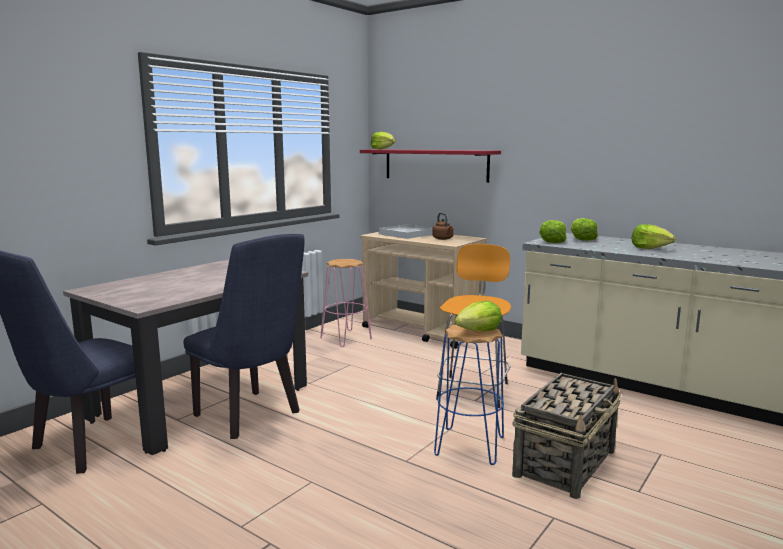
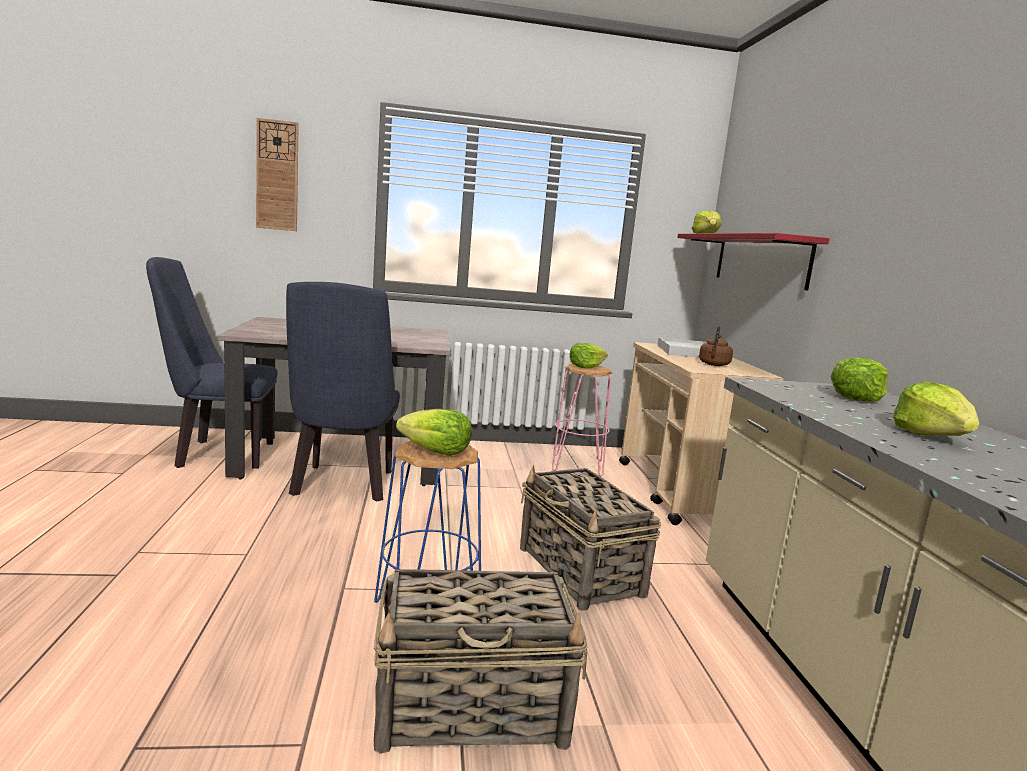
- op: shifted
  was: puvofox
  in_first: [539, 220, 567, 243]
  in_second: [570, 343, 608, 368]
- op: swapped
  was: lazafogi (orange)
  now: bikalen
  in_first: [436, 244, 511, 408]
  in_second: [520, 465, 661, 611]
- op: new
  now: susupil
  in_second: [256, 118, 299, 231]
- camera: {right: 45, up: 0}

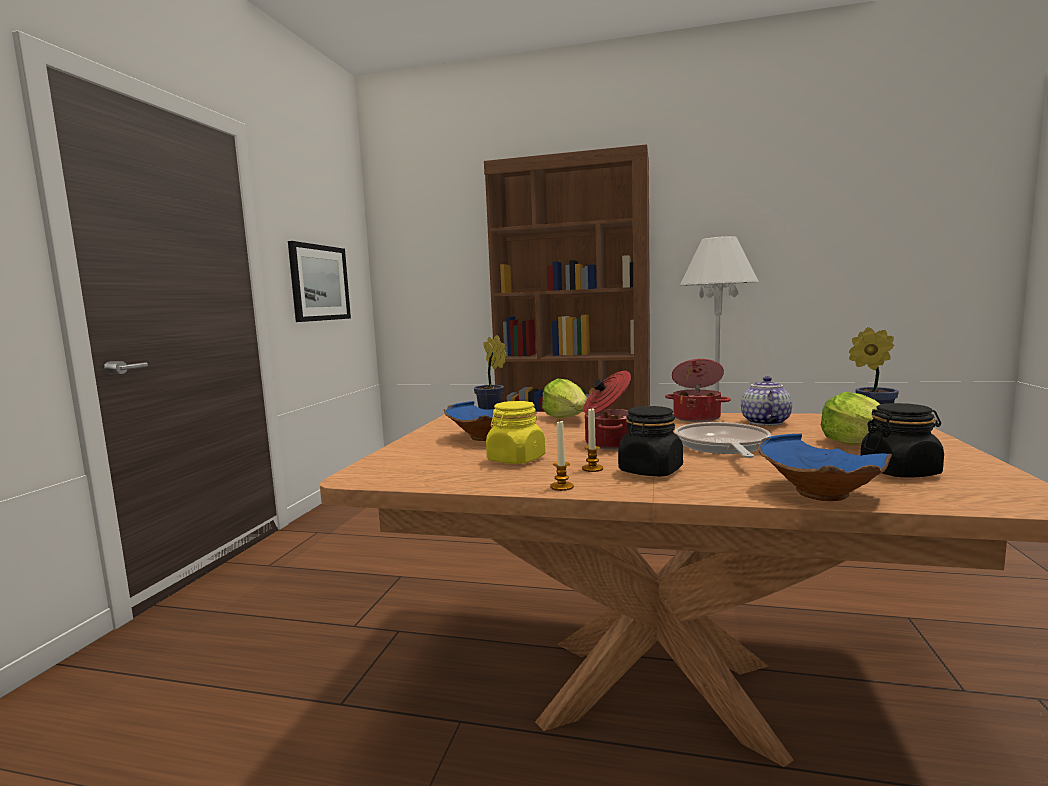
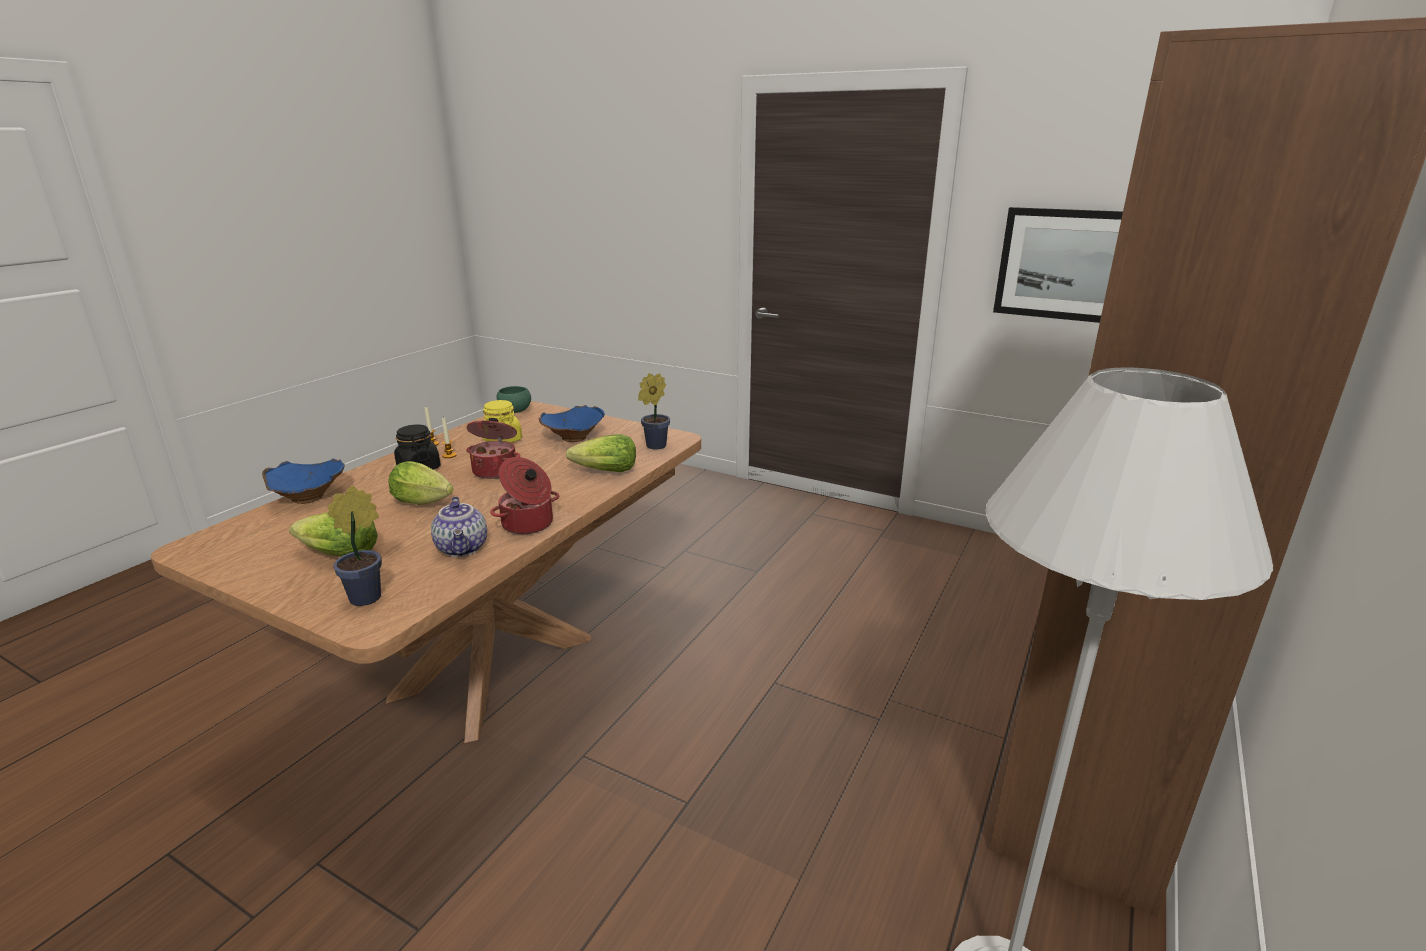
- op: rotated
  was: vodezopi
  in_first: [741, 376, 792, 426]
  in_second: [431, 497, 487, 557]
  clockwise: 45
- op: gone
  was: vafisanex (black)
  in_first: [860, 403, 944, 478]
- op: swapped
  was: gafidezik
  now: puvofox
  in_first: [675, 422, 771, 458]
  in_second: [388, 461, 453, 505]
- op: new
  now: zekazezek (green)
  in_second: [497, 386, 531, 413]
- camera: {right: 105, up: 15}

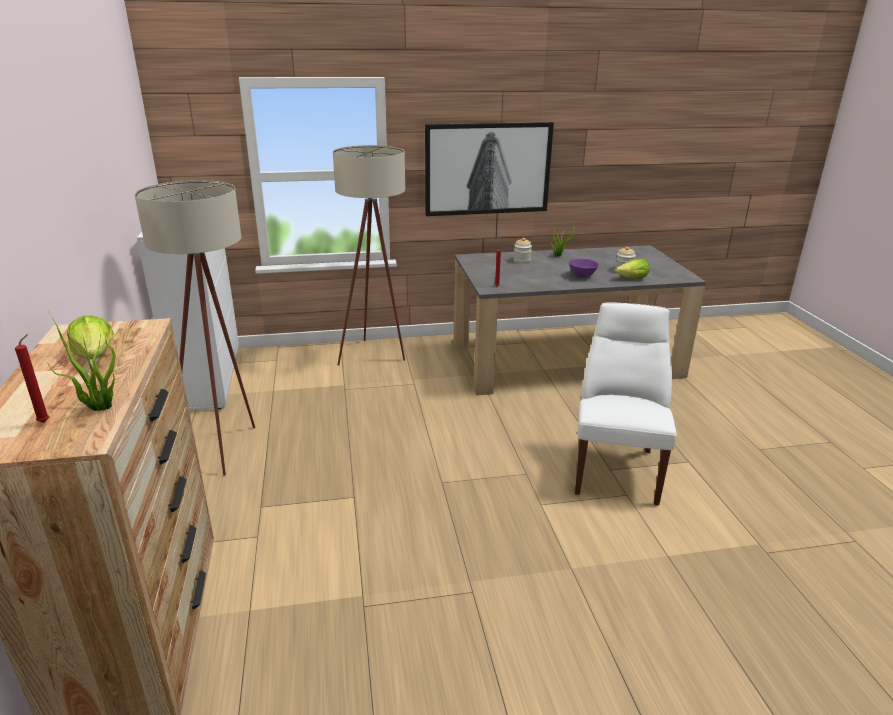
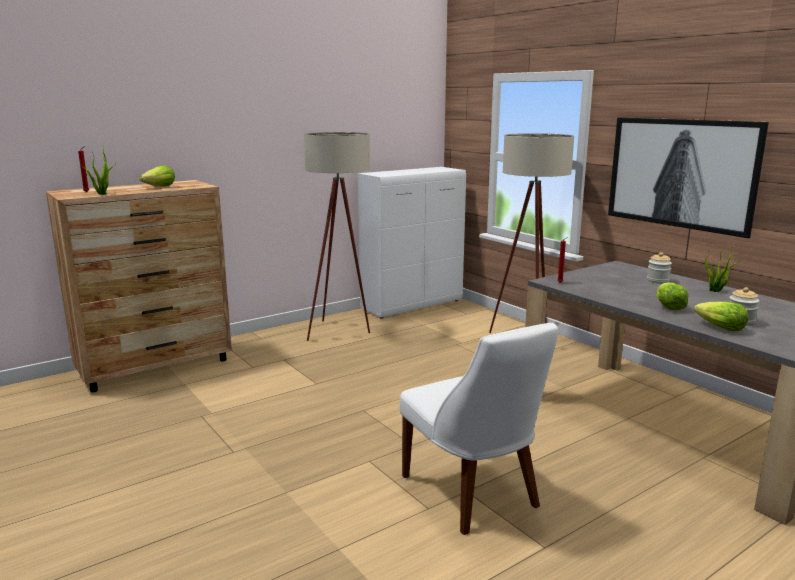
- op: swapped
  was: zekazezek (purple)
  now: puvofox
  in_first: [569, 259, 599, 278]
  in_second: [657, 283, 688, 311]
- op: rotated
  was: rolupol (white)
  in_first: [575, 302, 677, 506]
  in_second: [400, 323, 558, 535]
  clockwise: 75
- camera: {right: 65, up: -10}

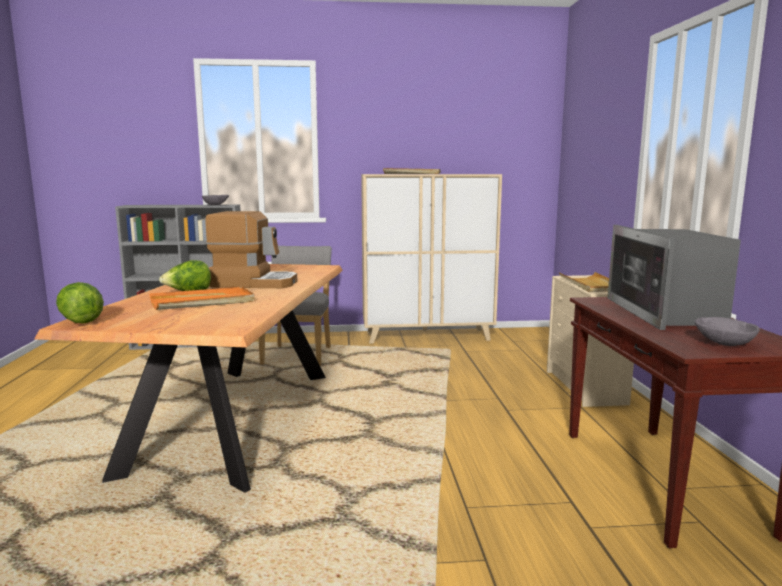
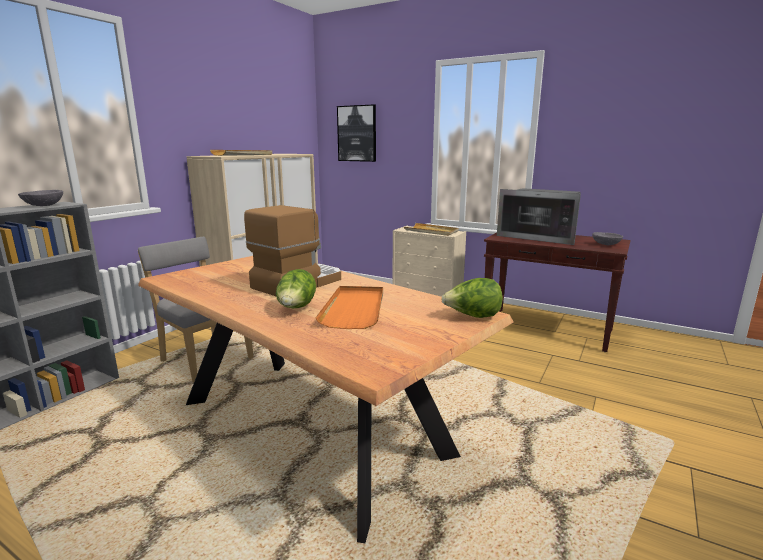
- op: shifted
  was: puvofox
  in_first: [56, 282, 104, 324]
  in_second: [441, 278, 503, 318]
- op: new
  now: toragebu
  in_second: [337, 104, 376, 162]
- camera: {right: -55, up: 5}

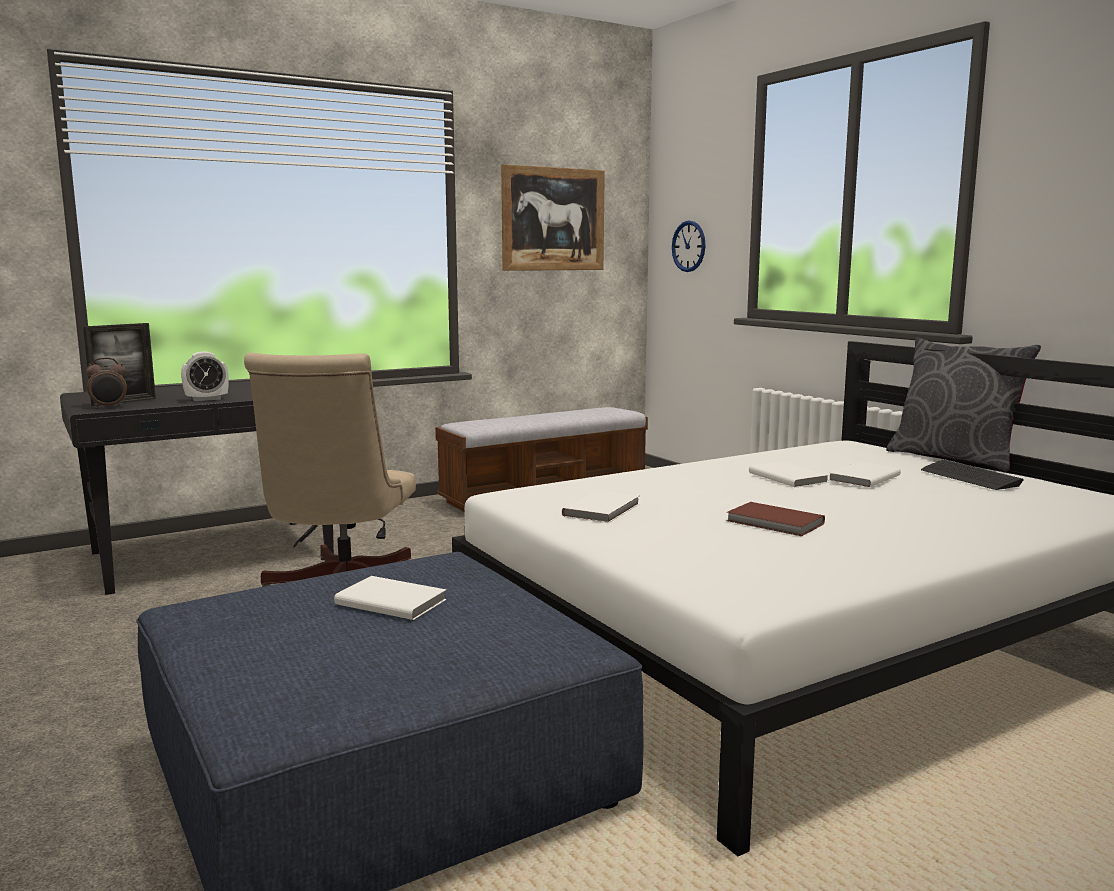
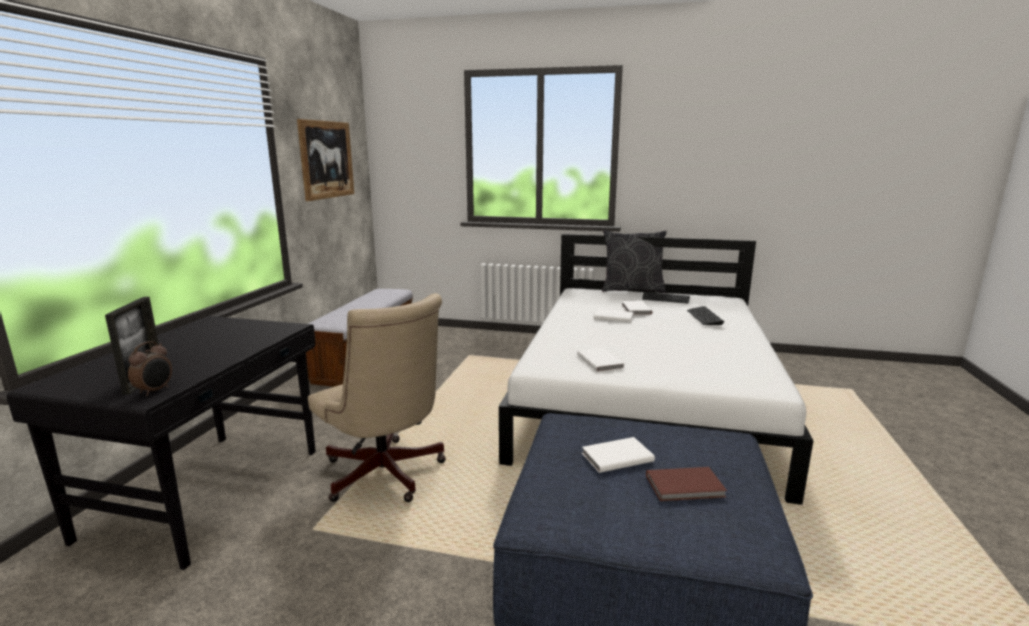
- op: gone
  was: susupil
  in_first: [672, 221, 706, 272]
- op: gone
  was: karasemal
  in_first: [181, 352, 229, 401]
- op: shifted
  was: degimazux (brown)
  in_first: [727, 502, 825, 536]
  in_second: [646, 467, 727, 501]
- op: new
  now: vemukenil
  in_second: [687, 306, 725, 325]
- camera: {right: -45, up: 5}

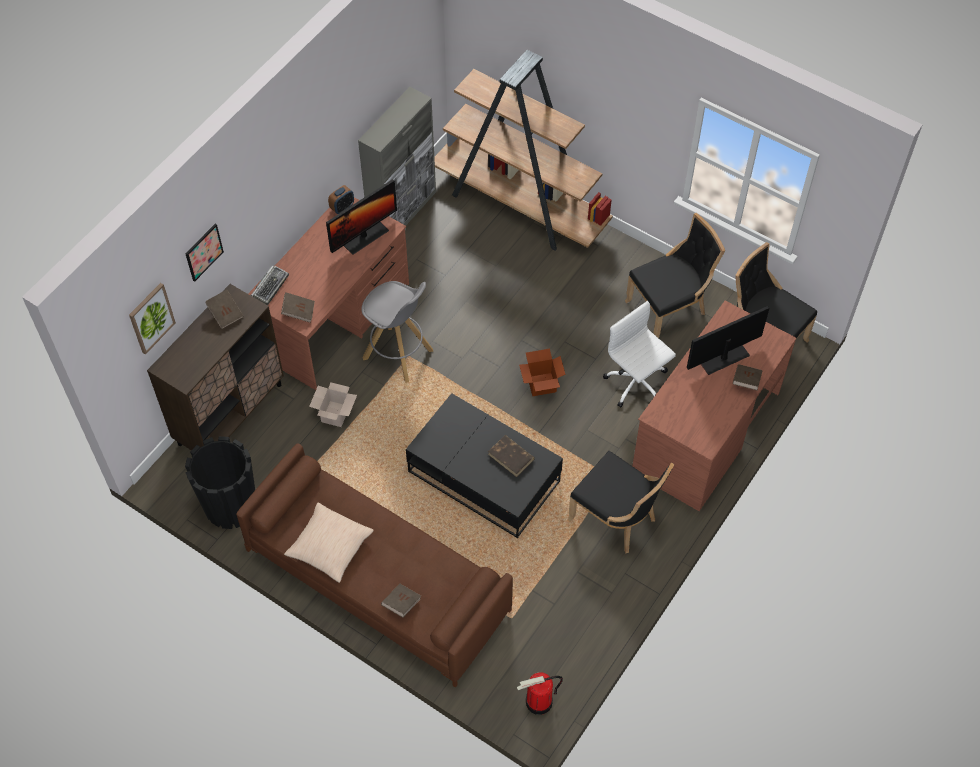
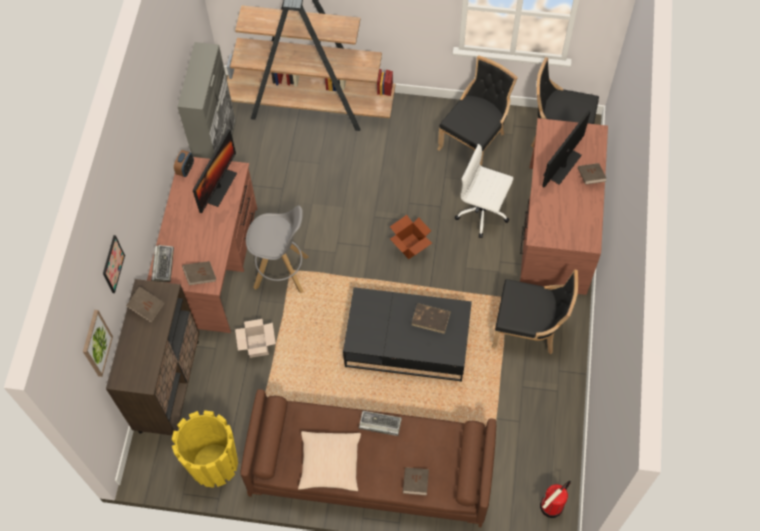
- op: repainted
  was: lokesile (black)
  now: lokesile (yellow)
  in_first: [185, 436, 255, 529]
  in_second: [172, 410, 238, 488]
- op: new
  now: vemukenil
  in_second: [359, 411, 402, 436]
- camera: {right: -25, up: 5}

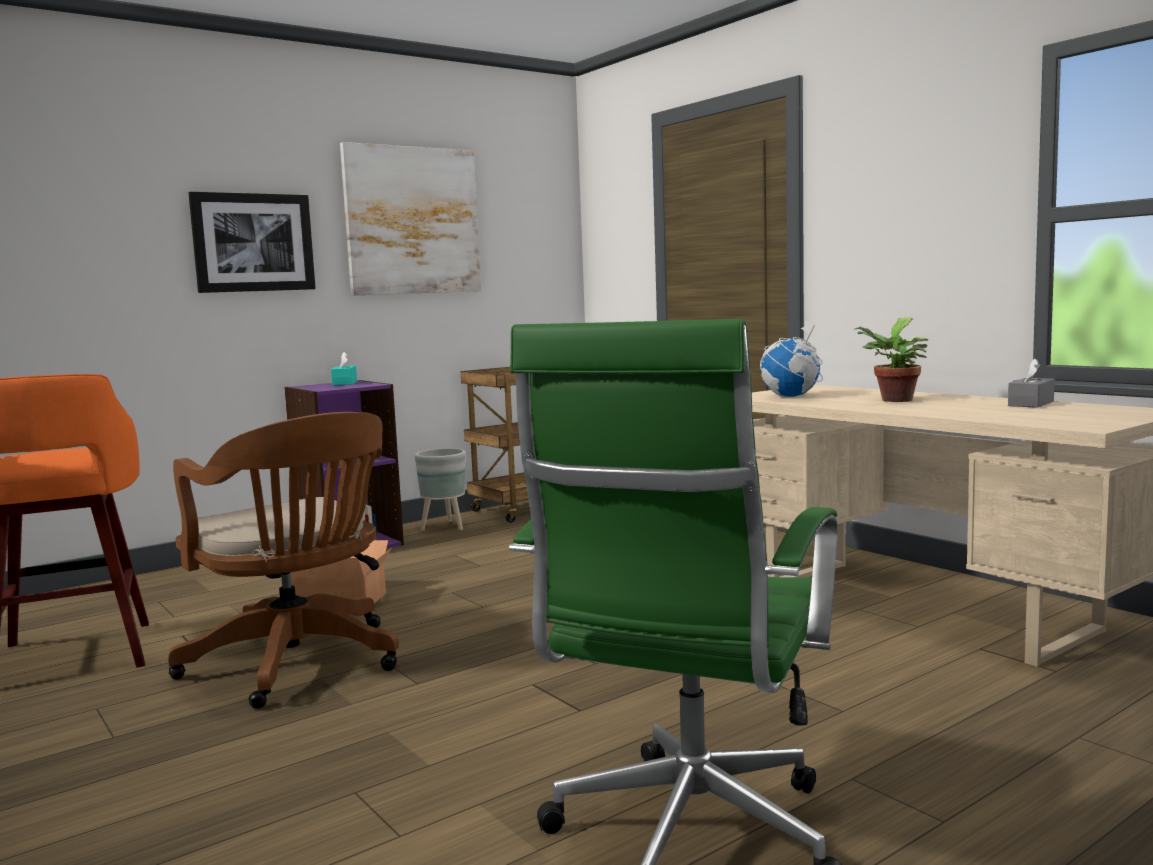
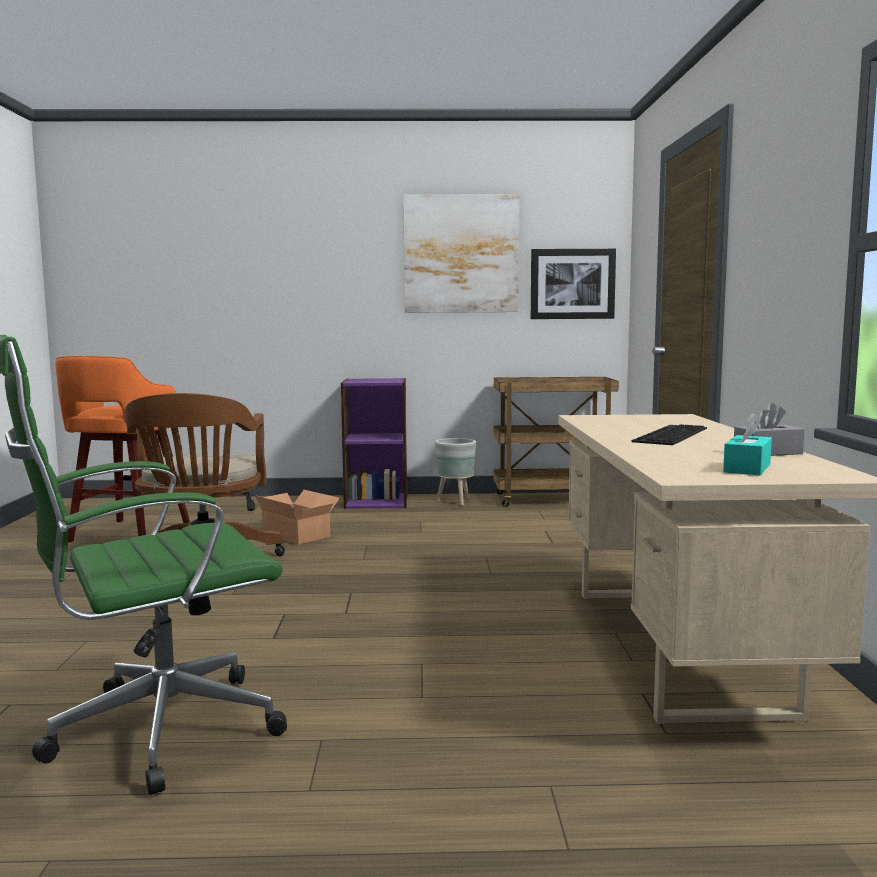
- op: shifted
  was: toragebu
  in_first: [188, 192, 316, 293]
  in_second: [531, 249, 616, 319]
- op: swapped
  was: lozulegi
  now: vemukenil
  in_first: [855, 318, 928, 402]
  in_second: [631, 424, 707, 445]
- op: gone
  was: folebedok
  in_first: [760, 320, 823, 397]
- op: shifted
  was: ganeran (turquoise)
  in_first: [331, 352, 357, 386]
  in_second: [723, 413, 772, 475]
- camera: {right: 35, up: 0}

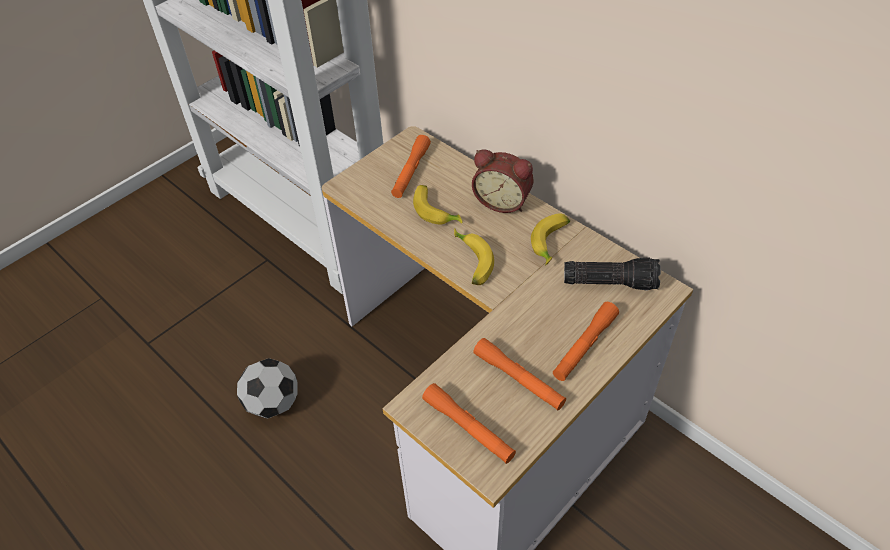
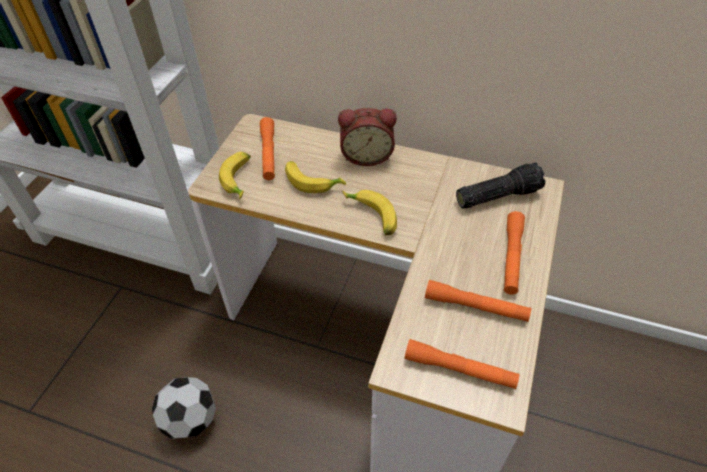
- op: shifted
  was: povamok
  in_first: [531, 213, 570, 266]
  in_second: [219, 152, 251, 200]
- camera: {right: -25, up: 0}

